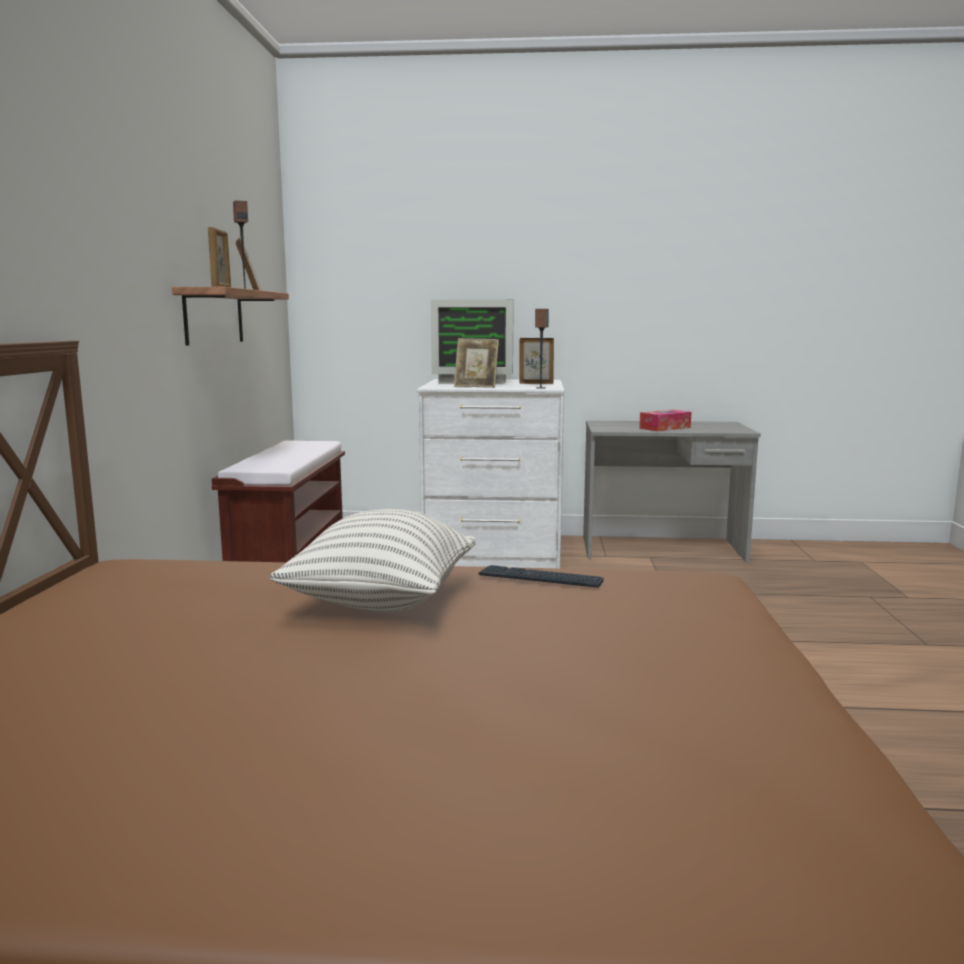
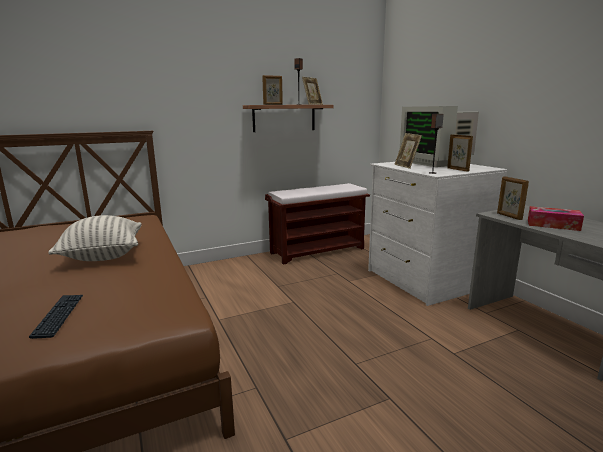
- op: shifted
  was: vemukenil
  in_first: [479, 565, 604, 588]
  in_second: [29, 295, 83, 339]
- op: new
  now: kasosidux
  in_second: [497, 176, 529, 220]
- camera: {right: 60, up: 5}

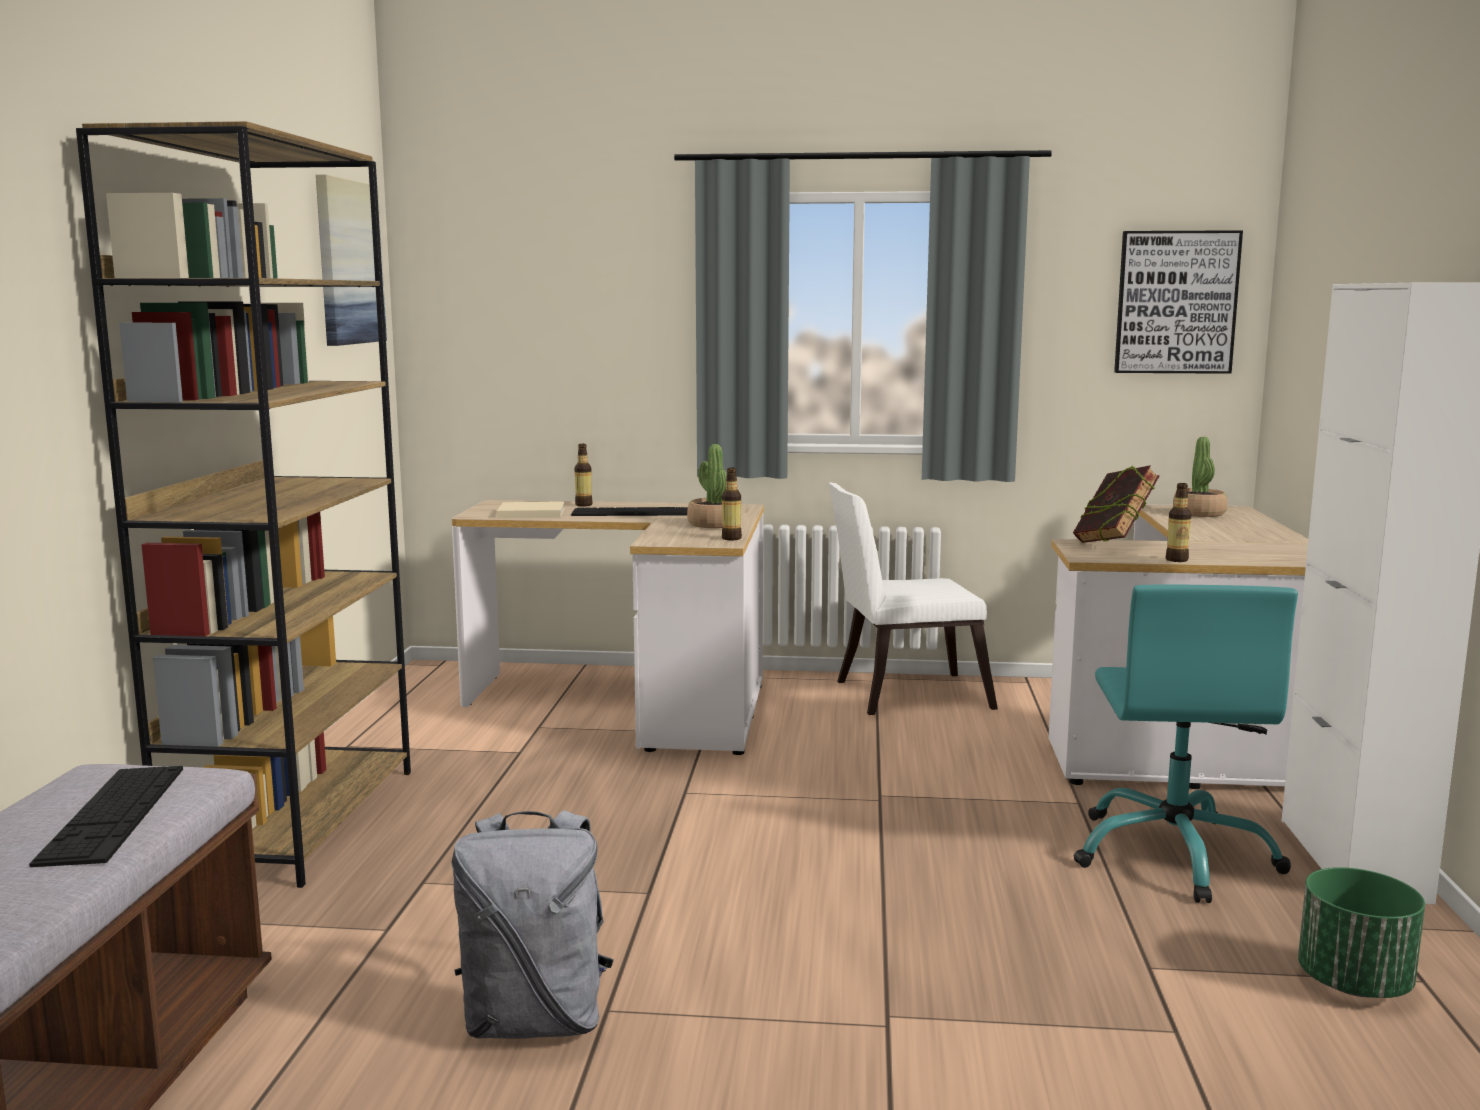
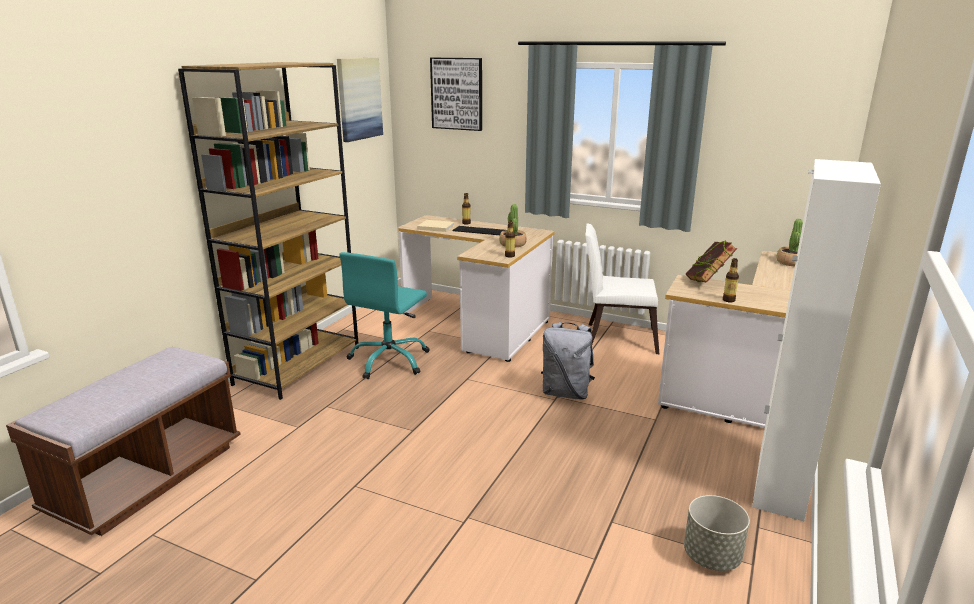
- op: shifted
  was: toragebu
  in_first: [1114, 230, 1243, 374]
  in_second: [430, 58, 482, 131]
- op: shifted
  was: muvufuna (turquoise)
  in_first: [1073, 584, 1298, 903]
  in_second: [339, 252, 430, 379]
- op: gone
  was: vemukenil
  in_first: [29, 766, 183, 867]
- op: shifted
  was: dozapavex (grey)
  in_first: [452, 810, 614, 1039]
  in_second: [541, 322, 595, 400]
- op: repainted
  was: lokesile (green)
  now: lokesile (grey)
  in_first: [1298, 867, 1425, 998]
  in_second: [684, 495, 750, 571]
- camera: {right: 20, up: 10}

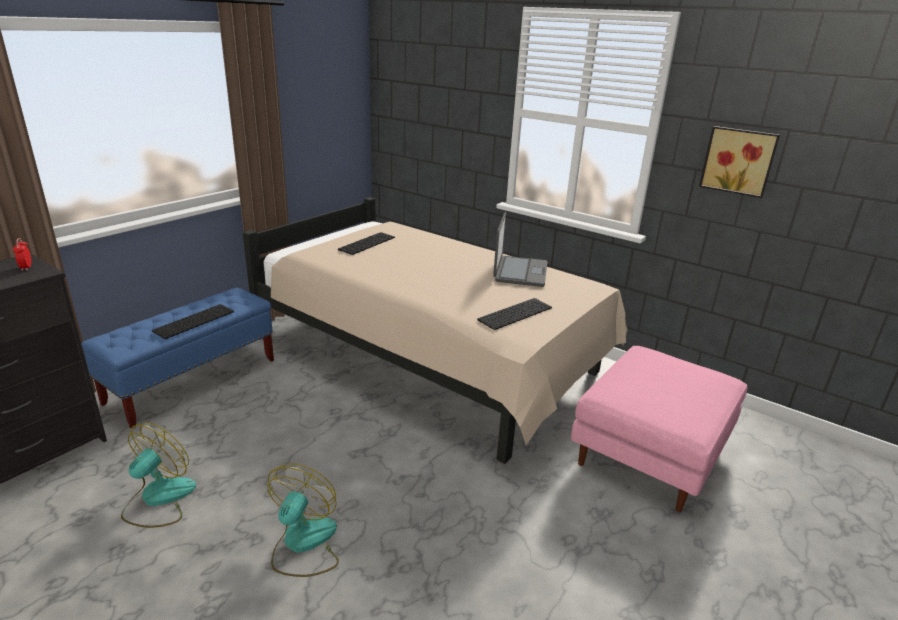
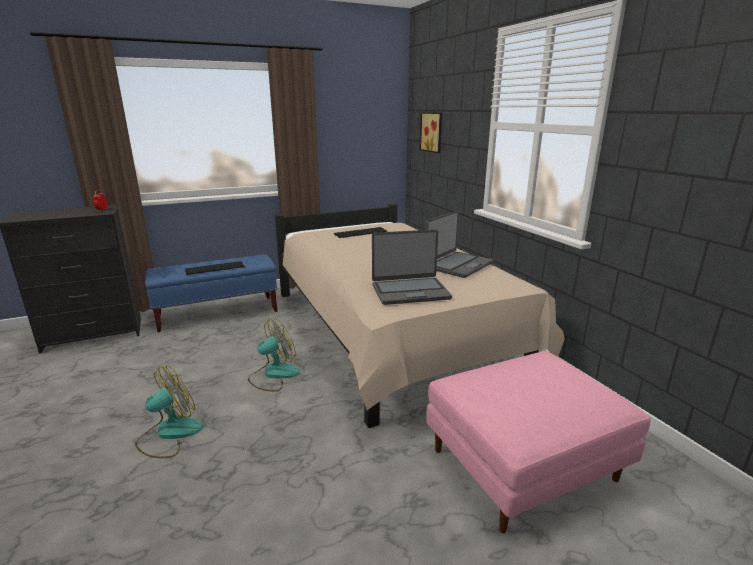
- op: shifted
  was: toragebu
  in_first: [699, 126, 780, 198]
  in_second: [420, 112, 442, 153]
- op: swapped
  was: vemukenil
  now: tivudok
  in_first: [477, 298, 552, 330]
  in_second: [372, 229, 452, 305]
- op: shifted
  was: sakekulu
  in_first: [121, 422, 196, 528]
  in_second: [248, 318, 300, 391]
- camera: {right: 30, up: -5}

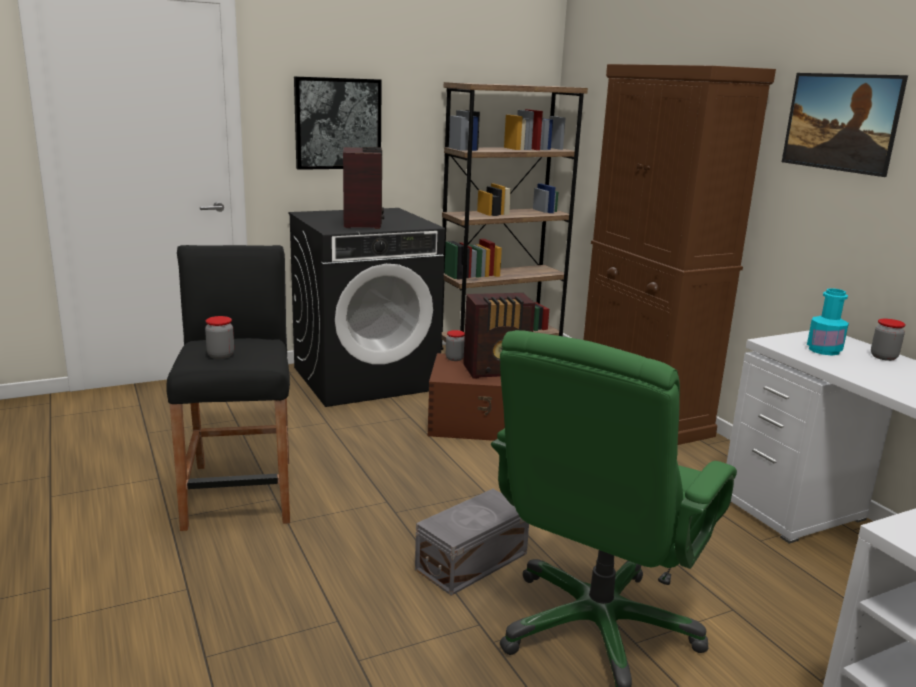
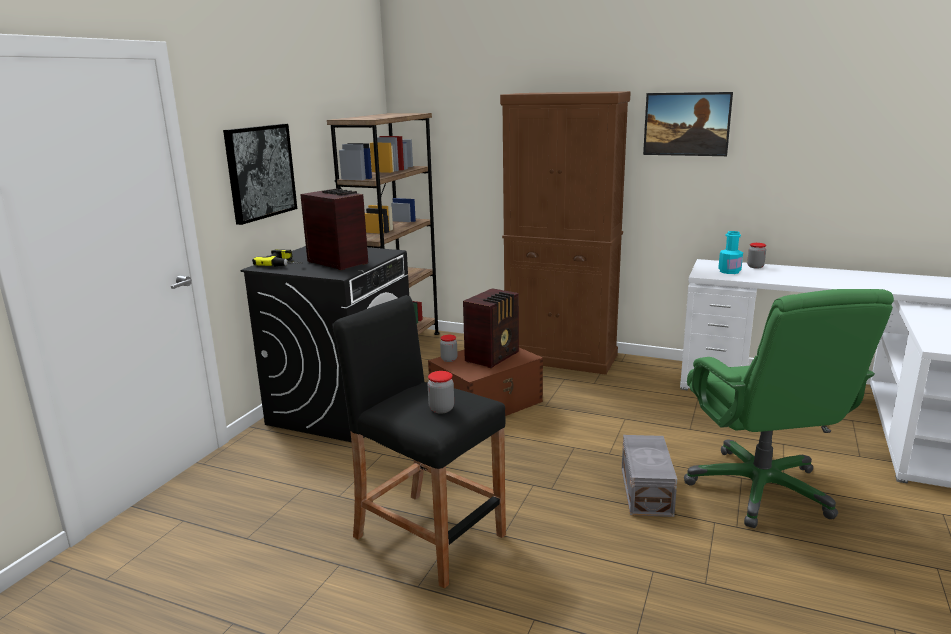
- op: new
  now: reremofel
  in_second: [252, 249, 303, 267]
- camera: {right: -40, up: 0}

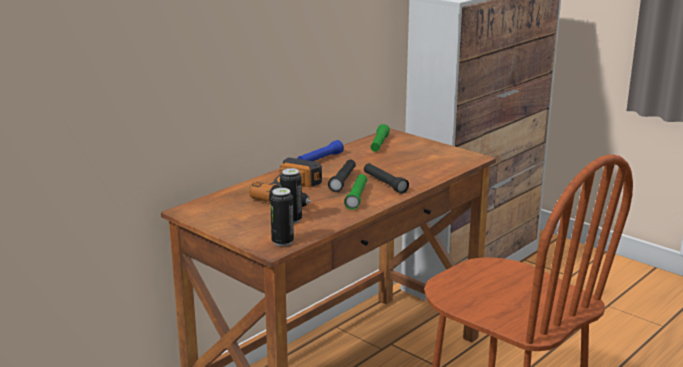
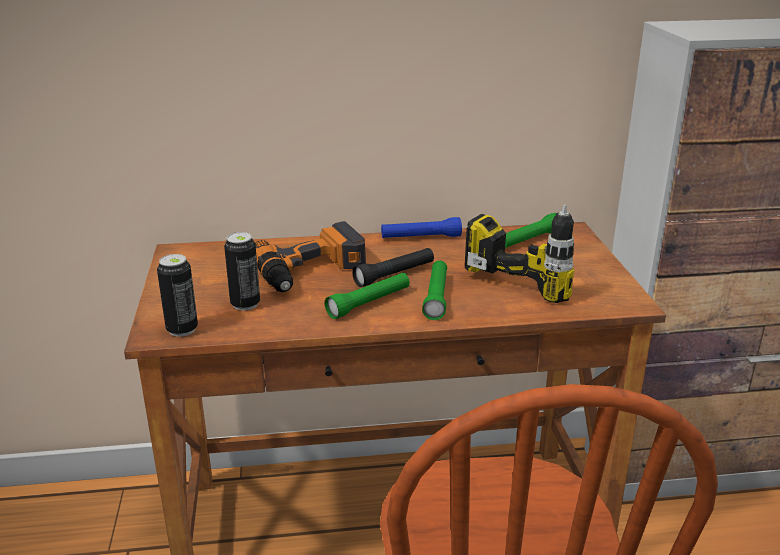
- op: repainted
  was: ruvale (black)
  now: ruvale (green)
  in_first: [364, 163, 409, 194]
  in_second: [422, 261, 447, 320]
- op: new
  now: reremofel
  in_second: [465, 205, 575, 303]
- camera: {right: 40, up: 5}

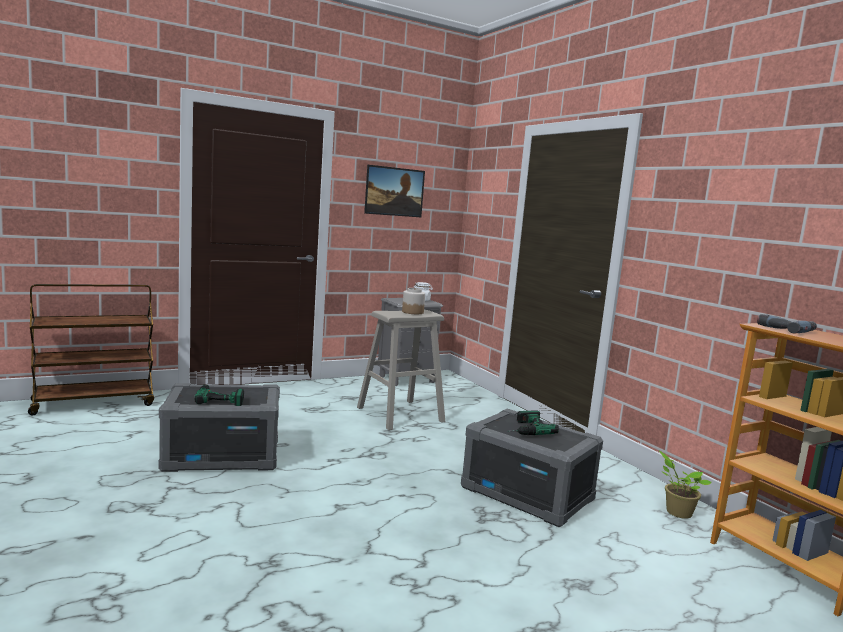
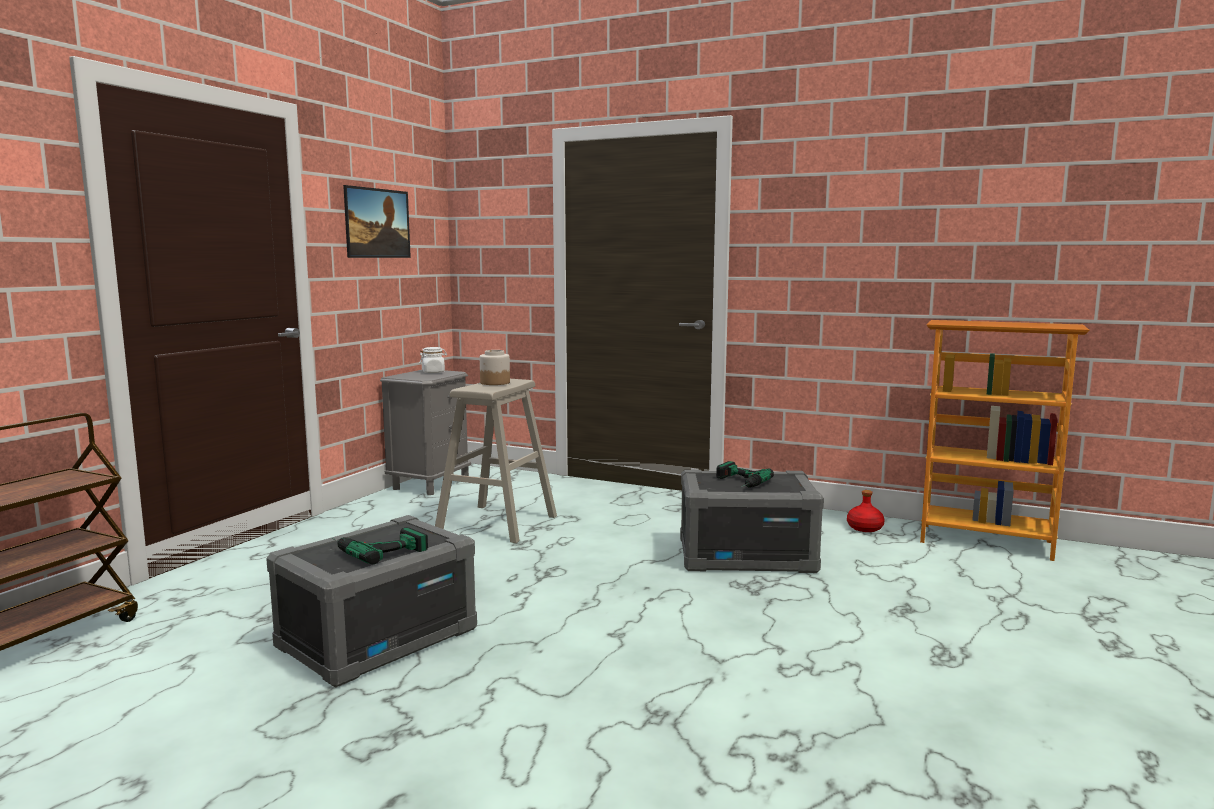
- op: gone
  was: reremofel
  in_first: [757, 314, 817, 333]
- op: swapped
  was: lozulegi
  now: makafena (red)
  in_first: [659, 451, 712, 519]
  in_second: [847, 490, 885, 532]
- camera: {right: -35, up: 0}

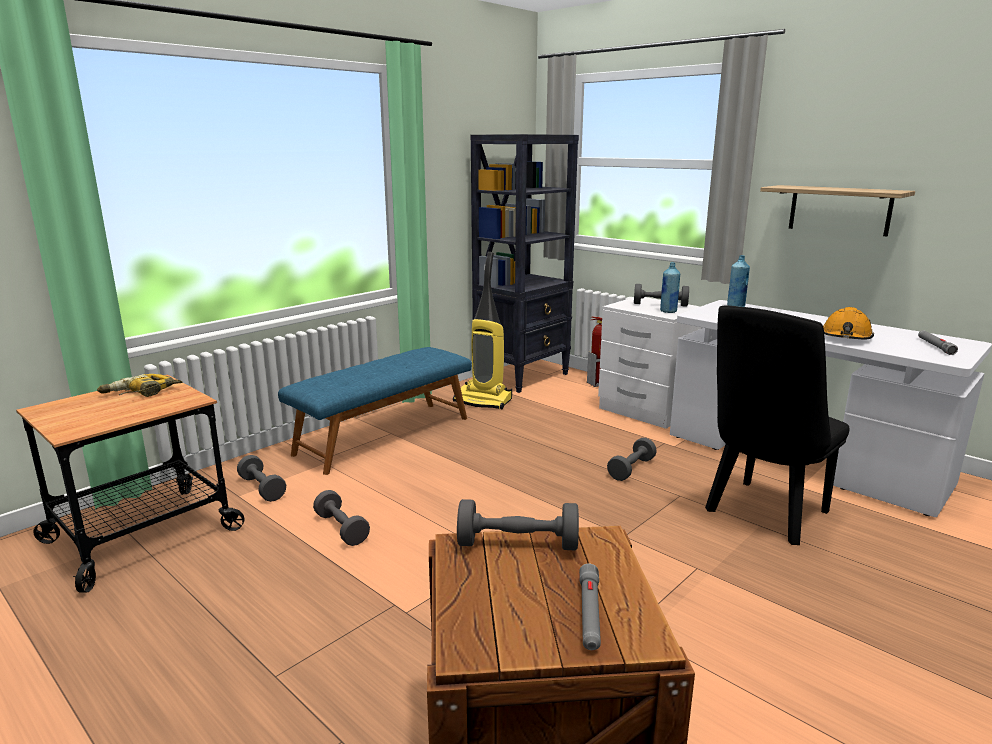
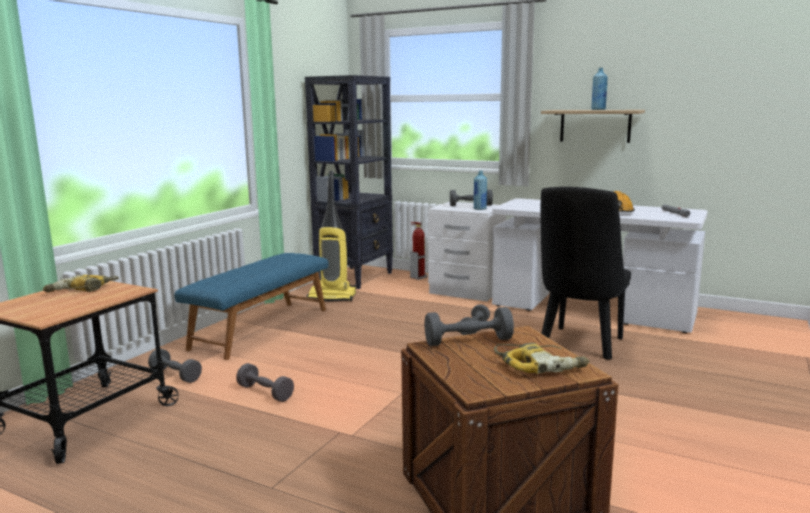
- op: shifted
  was: makafena (blue)
  in_first: [727, 255, 750, 307]
  in_second: [591, 68, 608, 110]
- op: swapped
  was: ruvale (grey)
  now: reremofel
  in_first: [579, 564, 601, 650]
  in_second: [494, 343, 589, 374]
- camera: {right: -15, up: -5}

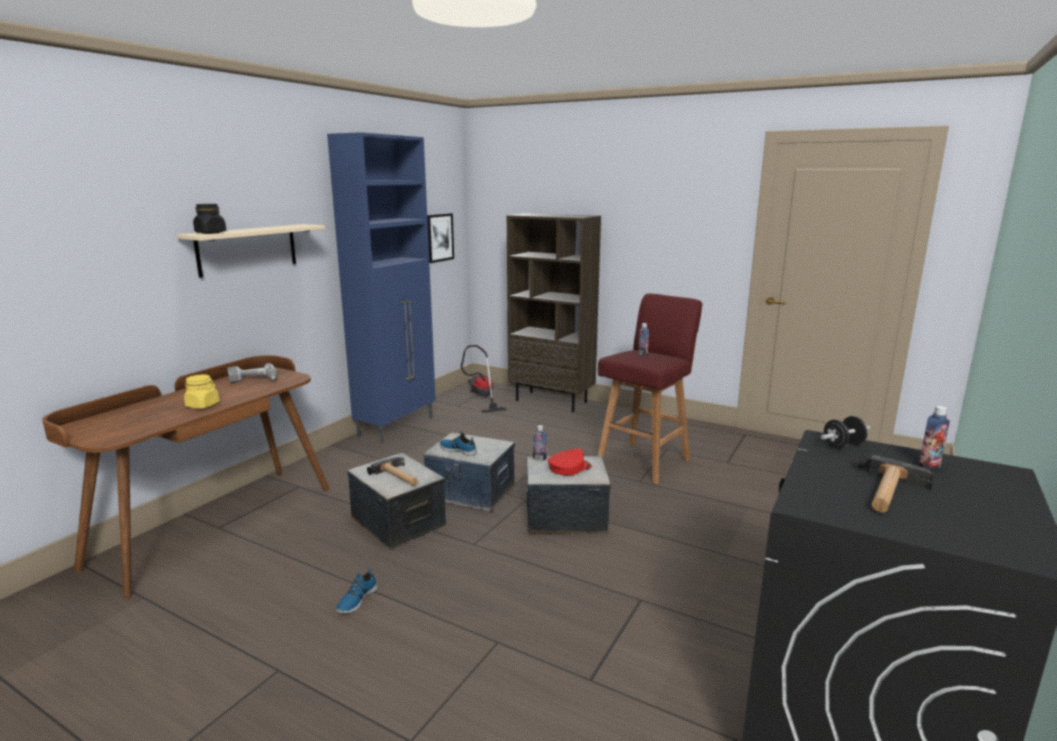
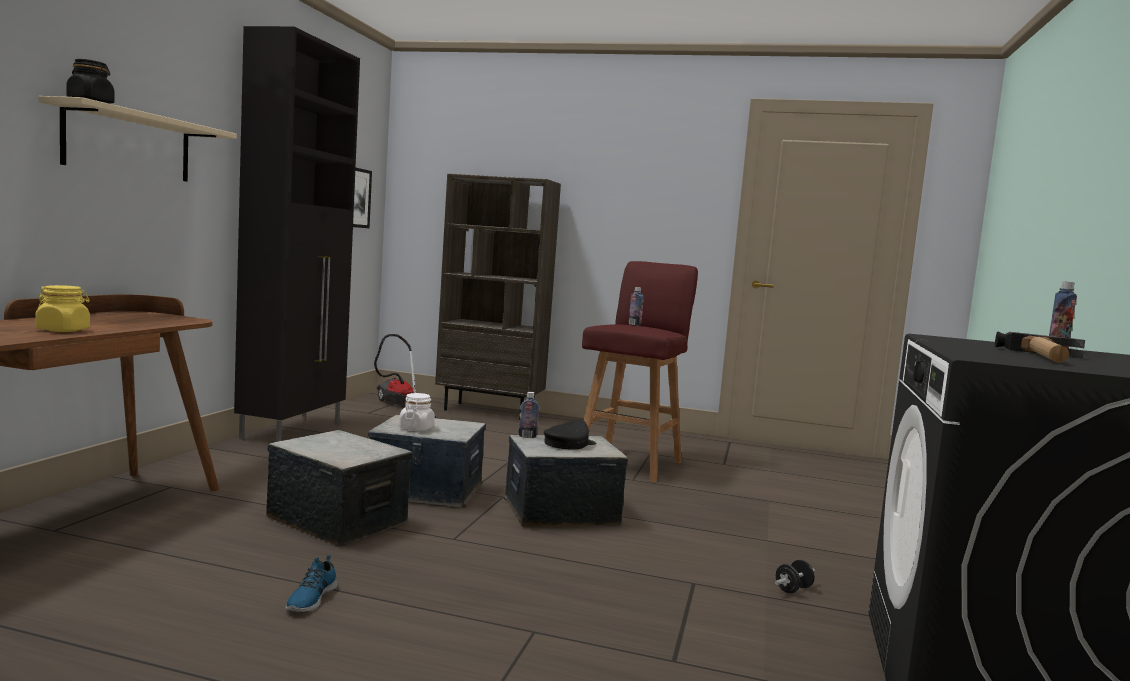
- op: repainted
  was: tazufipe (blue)
  now: tazufipe (black)
  in_first: [327, 132, 436, 443]
  in_second: [234, 26, 360, 442]
- op: gone
  was: reremofel
  in_first: [227, 363, 277, 383]
- op: shifted
  was: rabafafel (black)
  in_first: [821, 416, 870, 449]
  in_second: [775, 560, 815, 593]
- op: swapped
  was: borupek
  now: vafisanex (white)
  in_first: [440, 431, 477, 456]
  in_second: [399, 393, 435, 431]
- op: repainted
  was: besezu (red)
  now: besezu (black)
  in_first: [547, 448, 592, 476]
  in_second: [544, 420, 597, 450]
- op: gone
  was: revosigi
  in_first: [367, 457, 418, 486]
- camera: {right: -15, up: -10}

